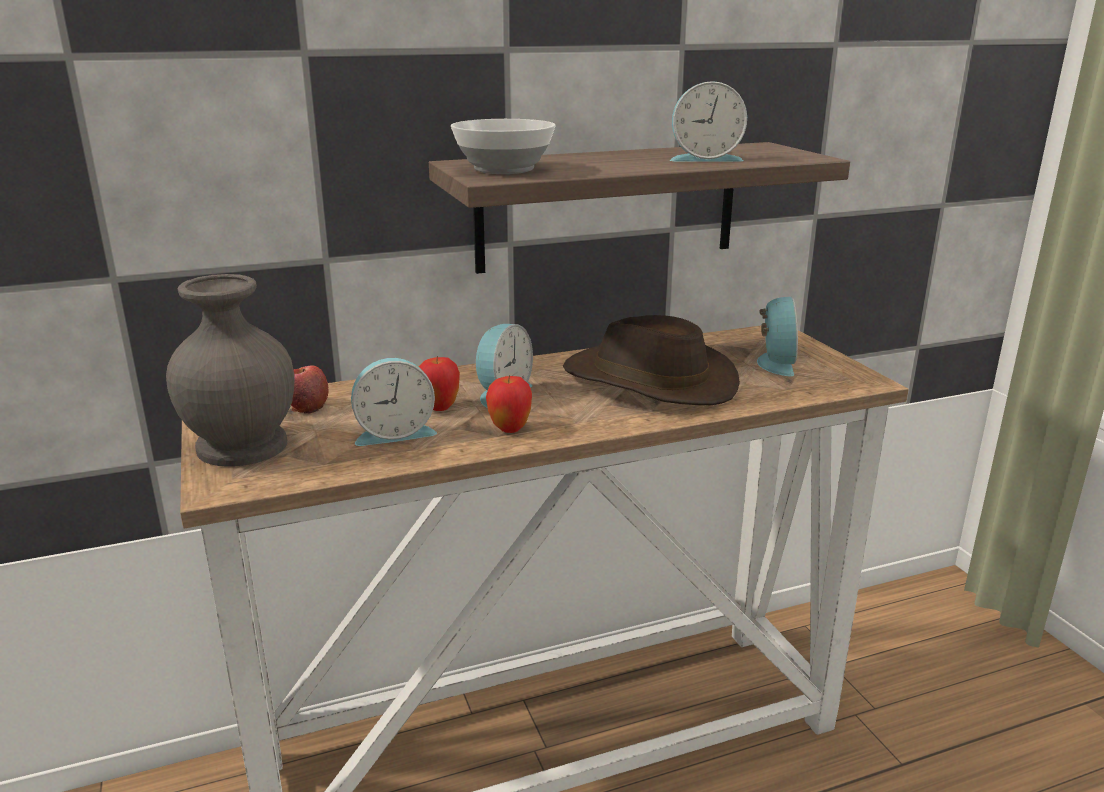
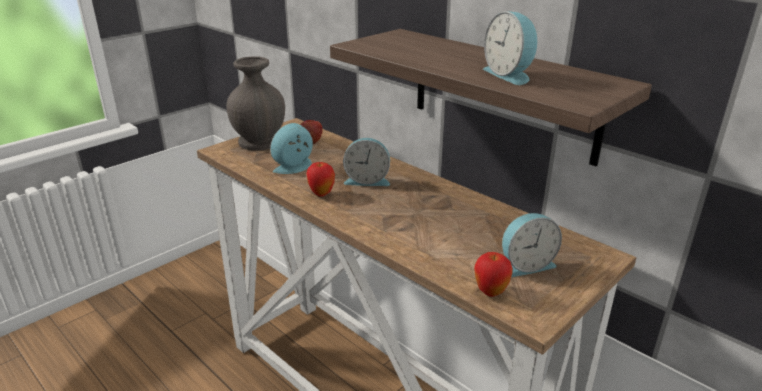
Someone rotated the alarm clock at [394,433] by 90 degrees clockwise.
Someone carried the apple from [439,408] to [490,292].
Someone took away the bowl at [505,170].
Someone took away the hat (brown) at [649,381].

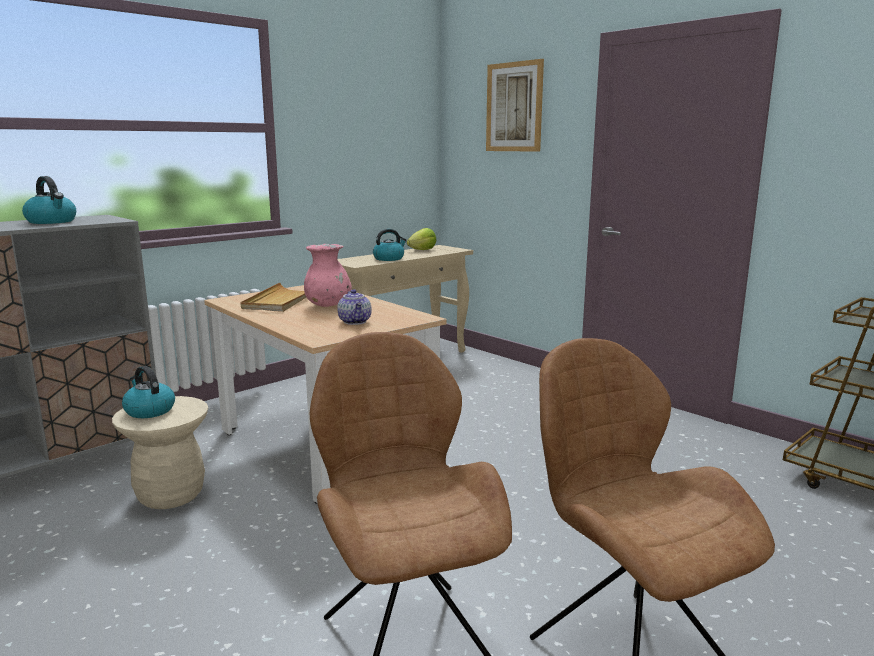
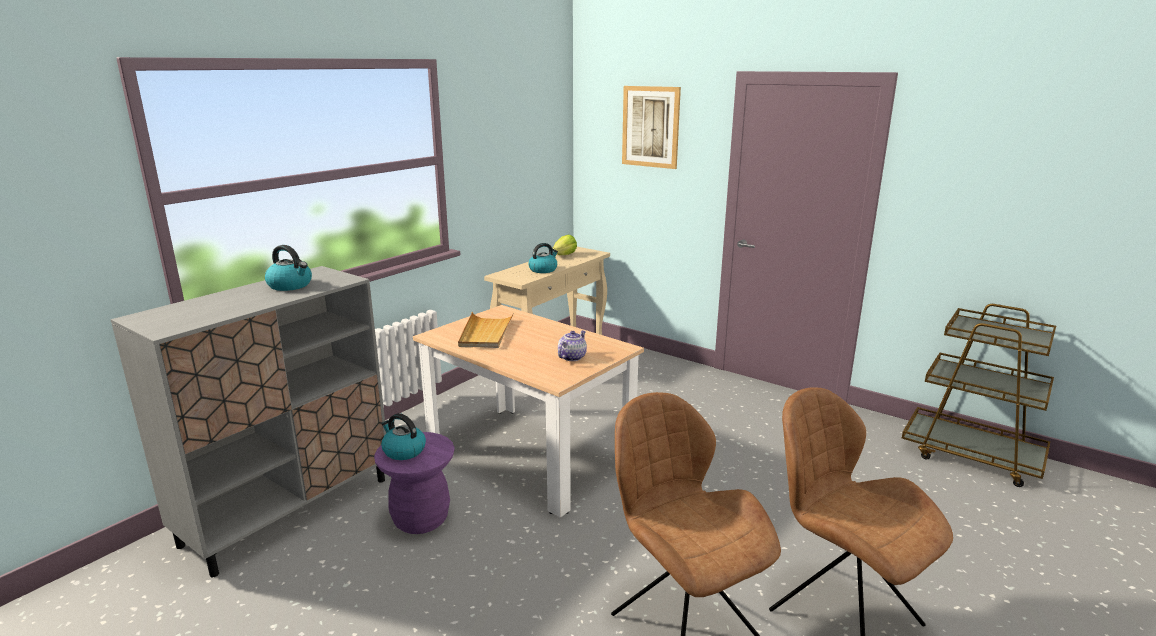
Someone repainted the stool (beige) at [171,495], which became the stool (purple) at [421,519].
Someone took away the vase (pink) at [328,305].
Someone rotated the teapot at [355,322] by 120 degrees counterclockwise.

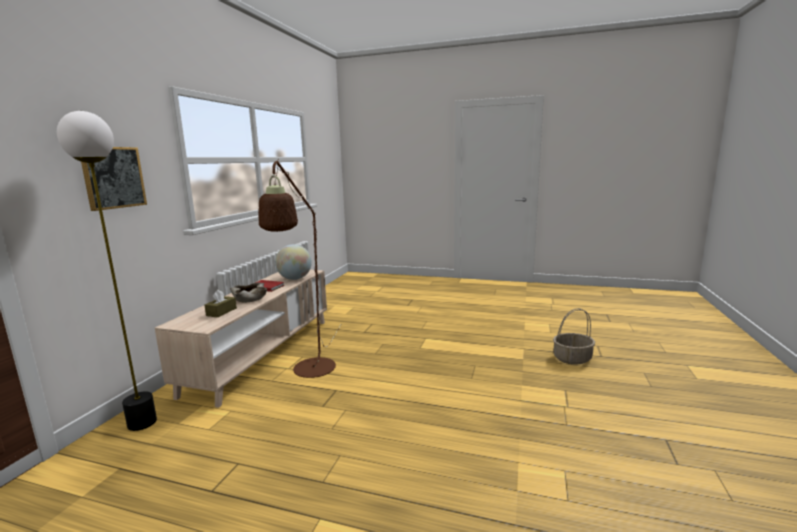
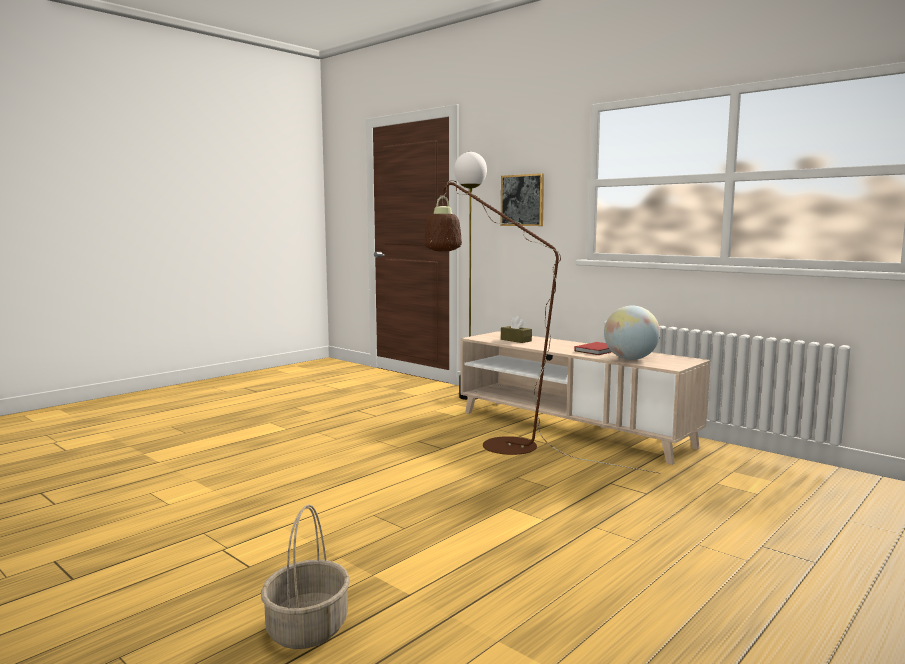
Someone took away the bowl (beige) at [249,298].

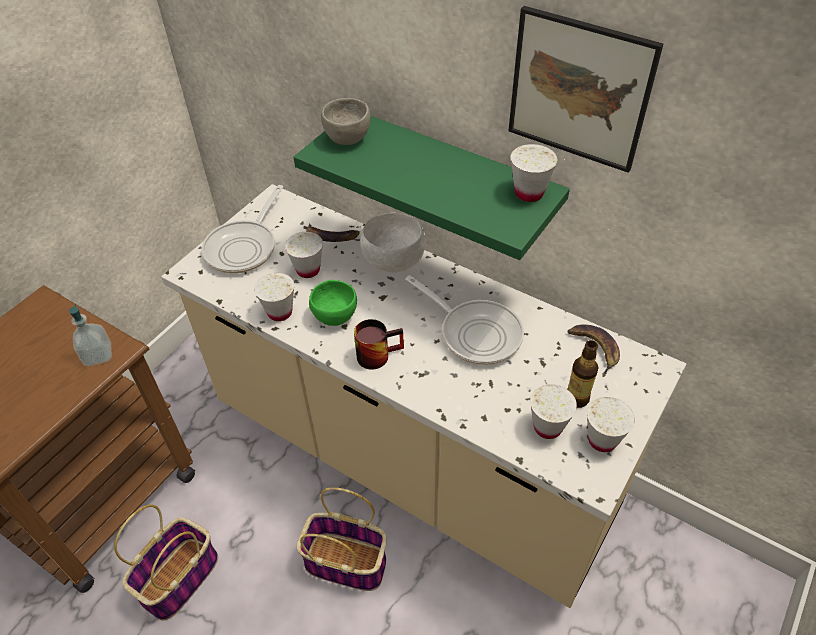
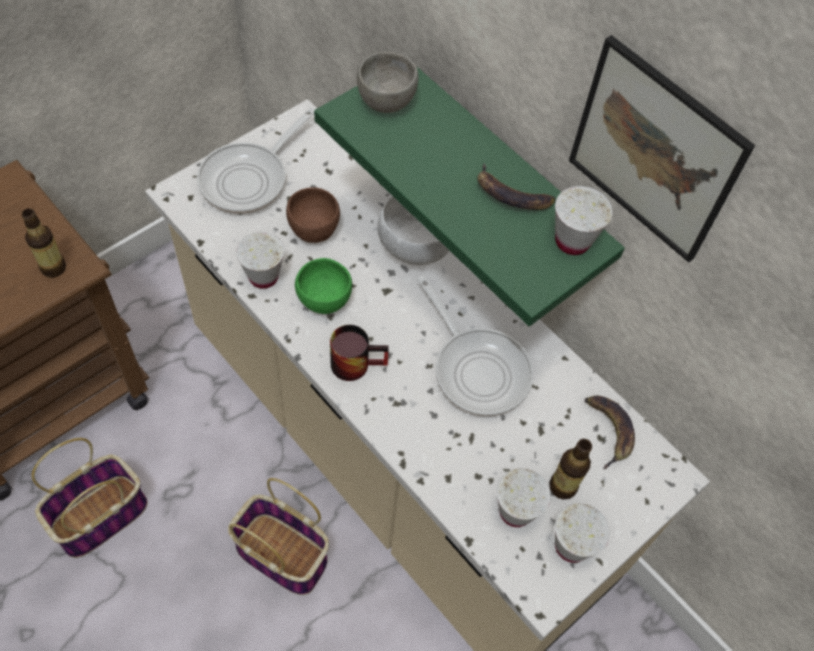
Someone swapped the soap dispenser at [98,355] for the bottle at [53,268].
Someone swapped the cup (white) at [308,270] for the bowl (brown) at [312,230].
Someone carried the banana from [330,237] to [510,195].

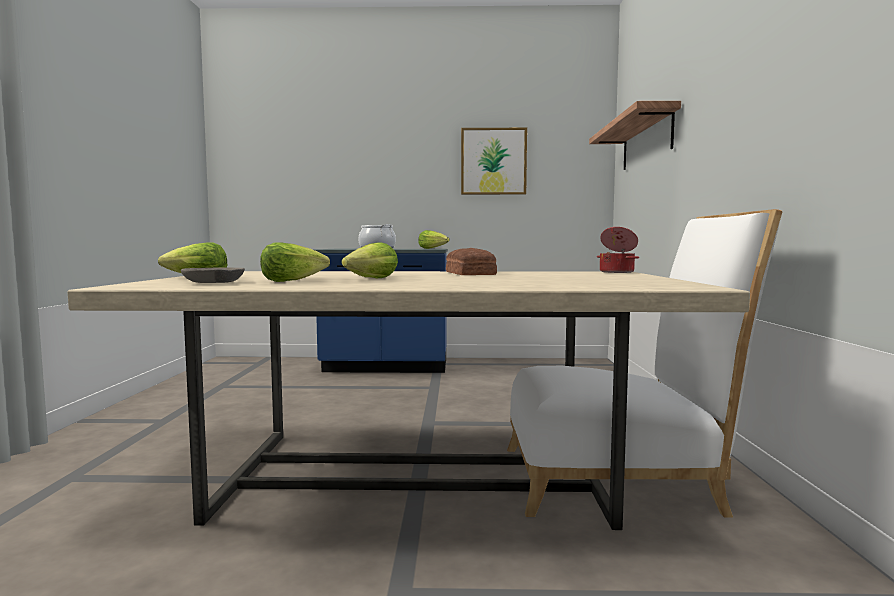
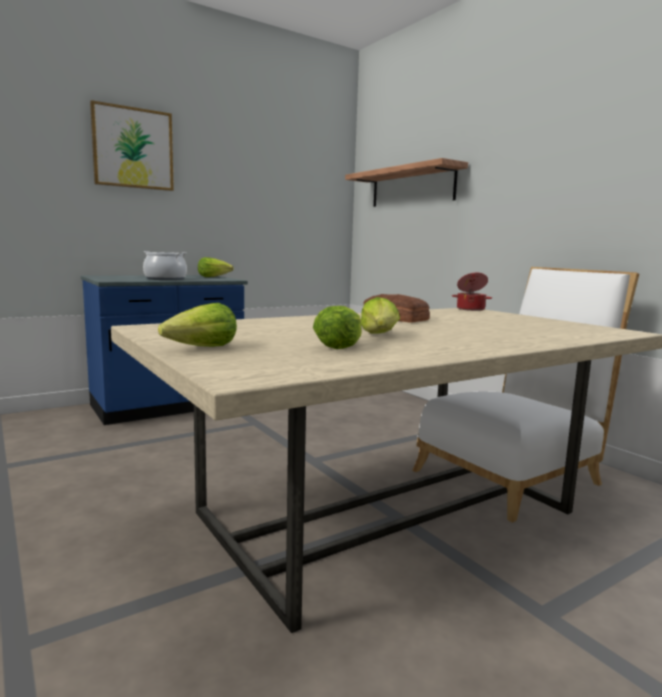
Someone took away the bowl (grey) at [214,282].
Someone carried the picture from [493,161] to [133,148].

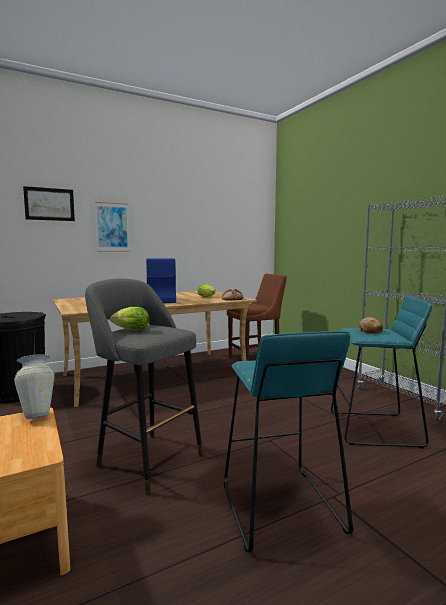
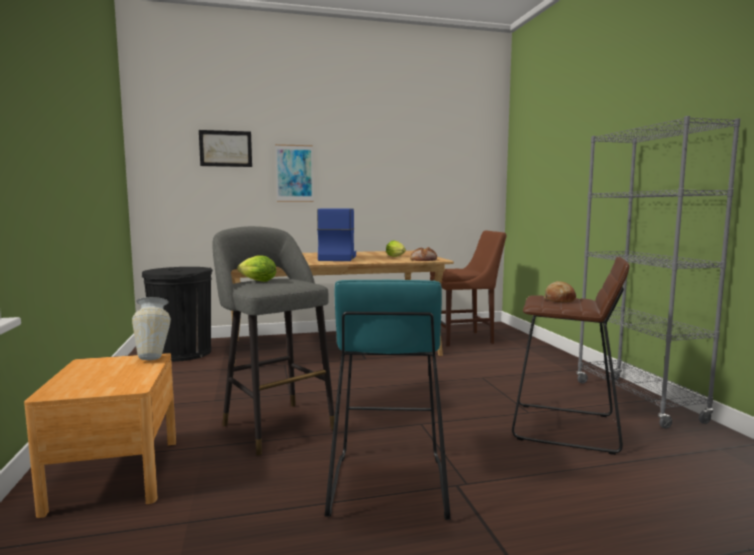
Someone repainted the stool (turquoise) at [375,429], which became the stool (brown) at [565,428].

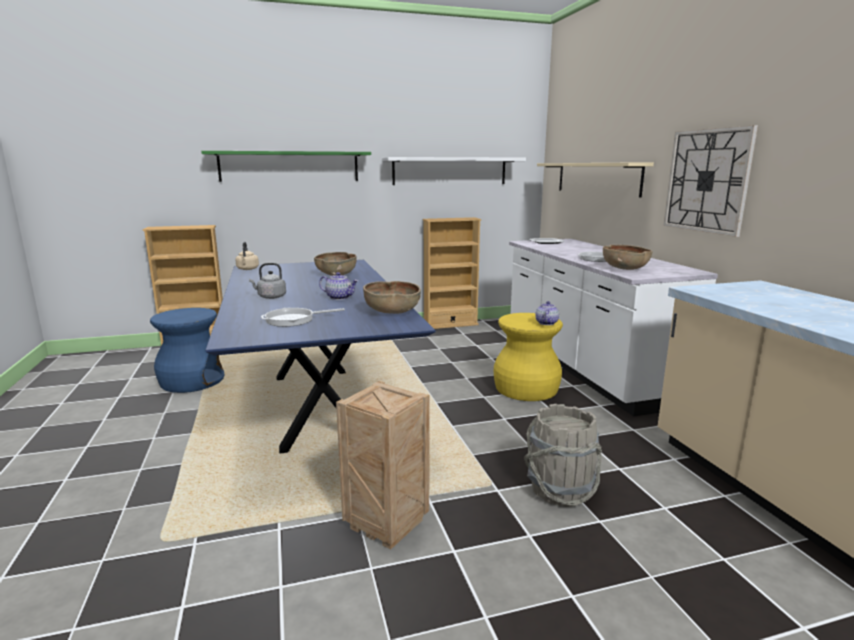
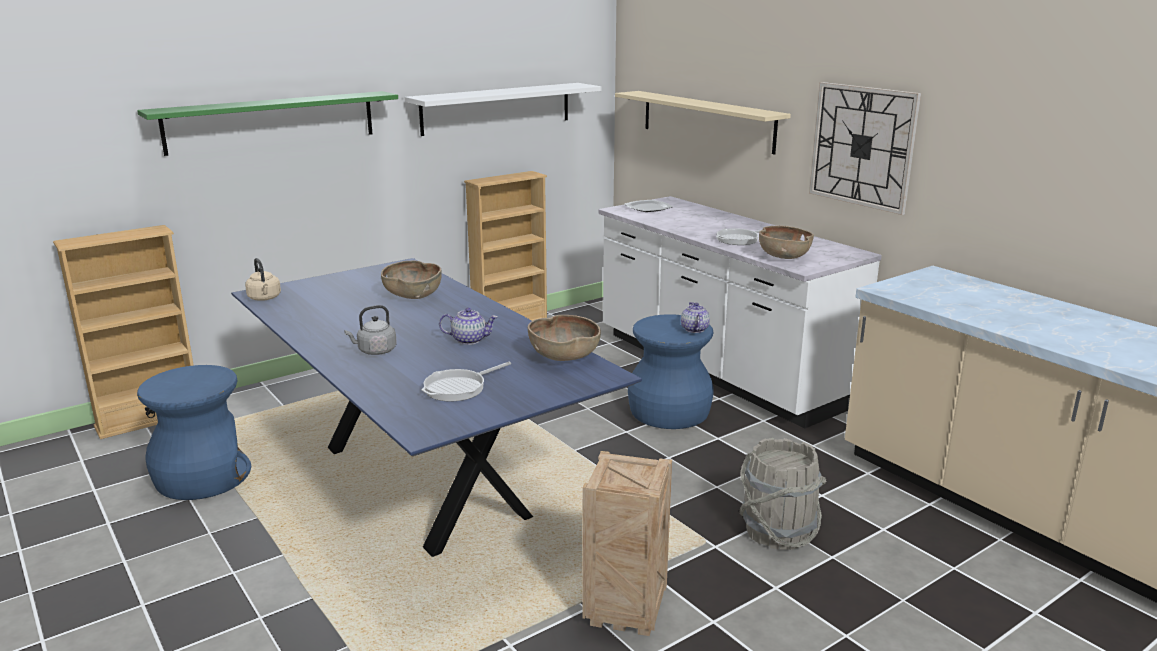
Someone repainted the stool (yellow) at [525,389], which became the stool (blue) at [669,413].

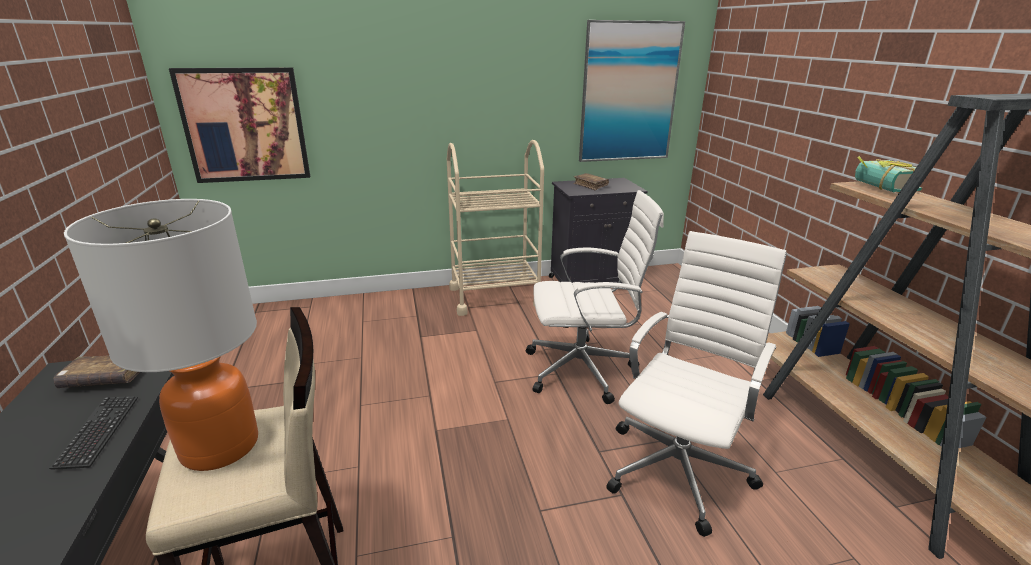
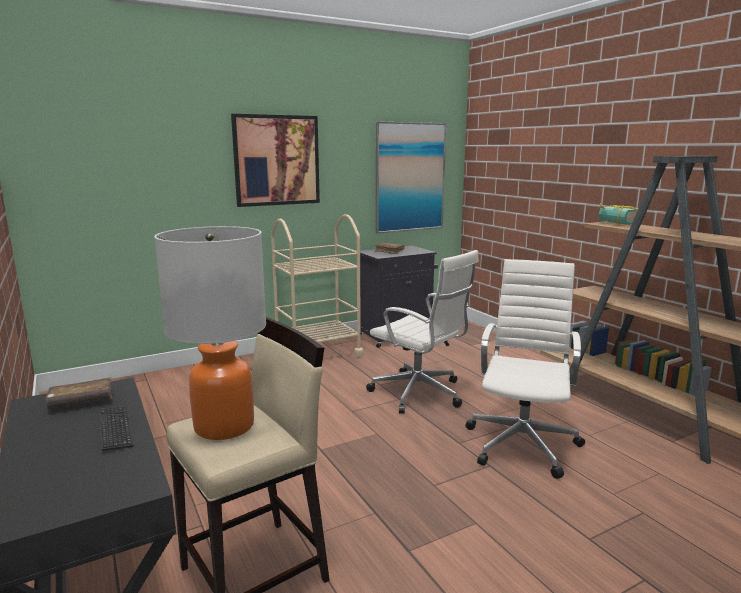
Someone carried the picture from [245,125] to [277,160].
Someone rotated the office chair (white) at [583,370] by 60 degrees clockwise.

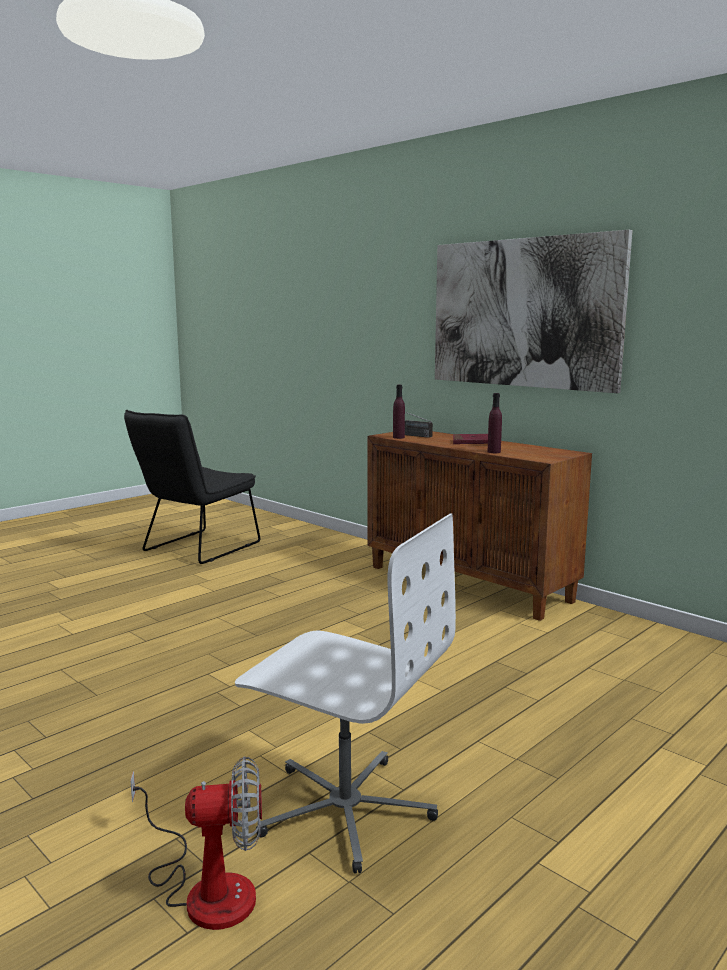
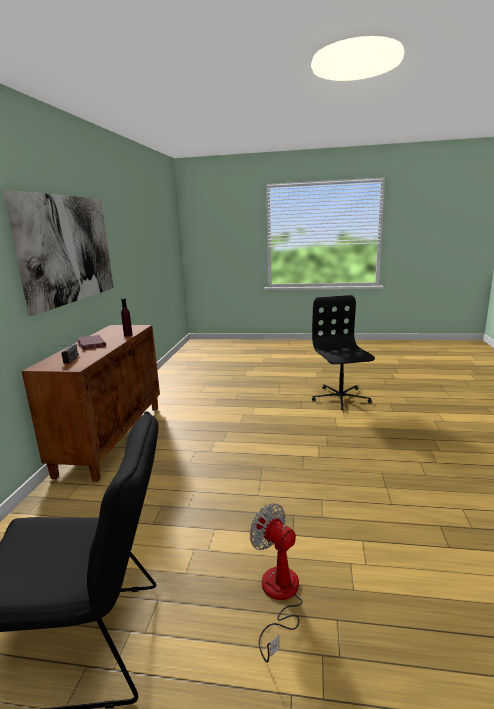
Someone carried the fan from [206,888] to [278,596].
Someone repainted the office chair (white) at [345,808], which became the office chair (black) at [340,398].
Someone took away the bottle (purple) at [398,437].

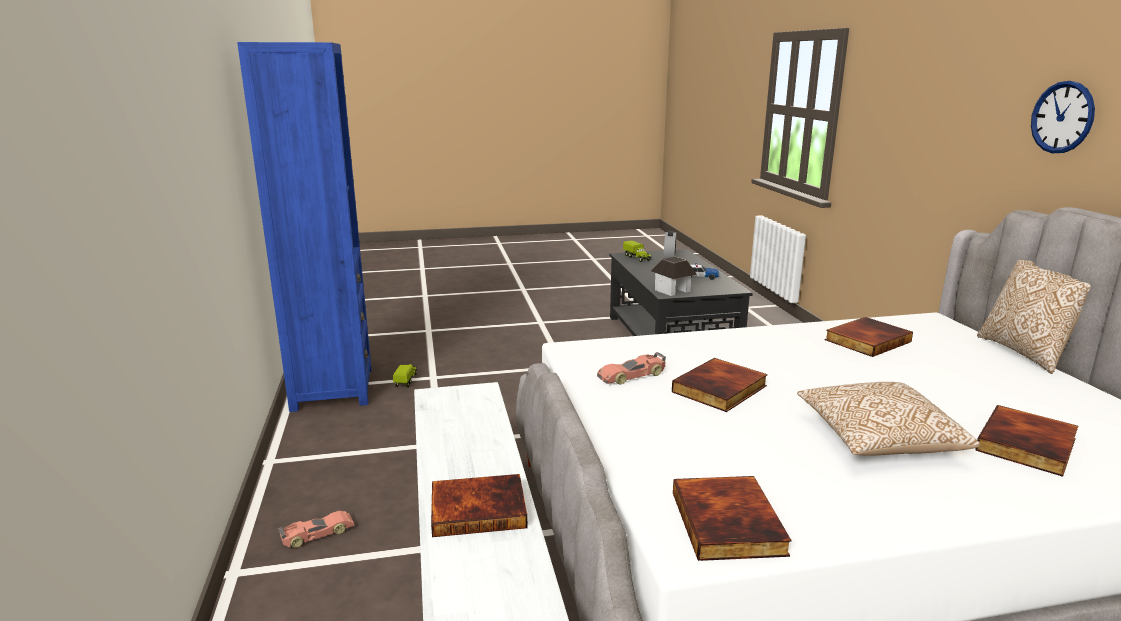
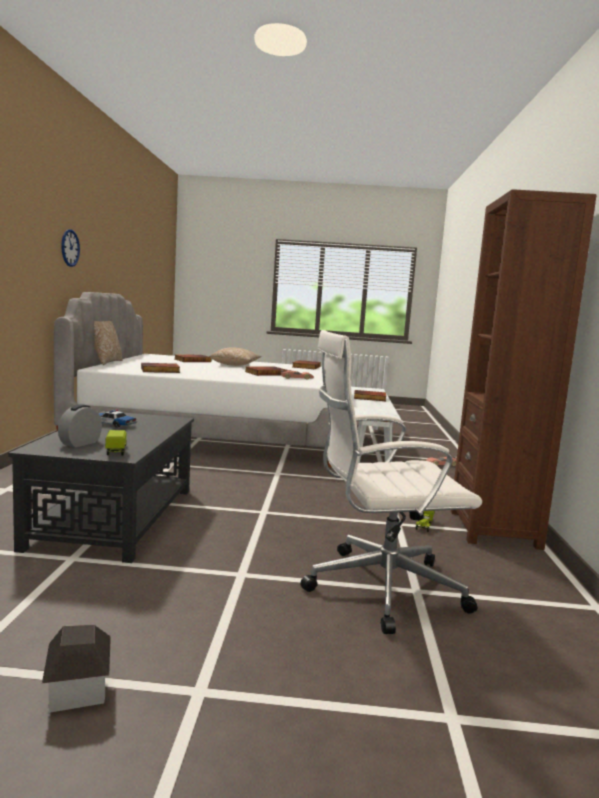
Someone repainted the bookcase (blue) at [332,389], which became the bookcase (brown) at [494,529].
Someone carried the toy house from [672,290] to [78,691].
Someone put down the office chair (white) at [379,587].

